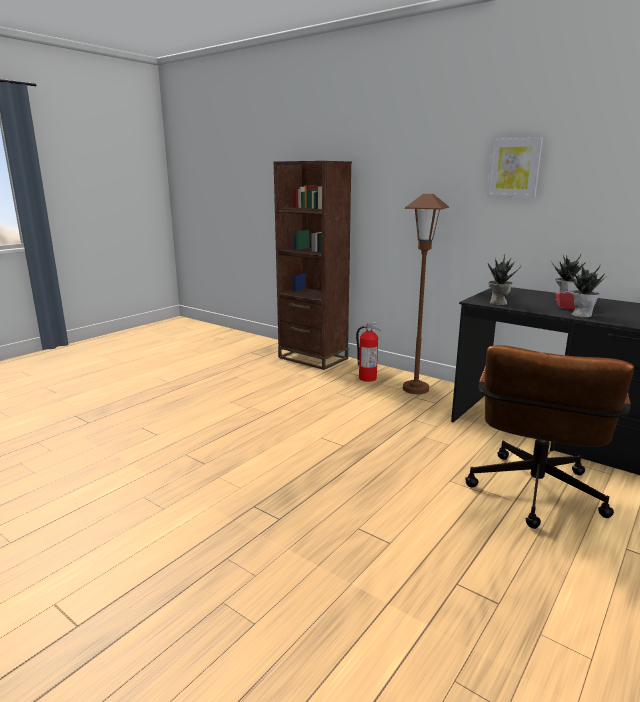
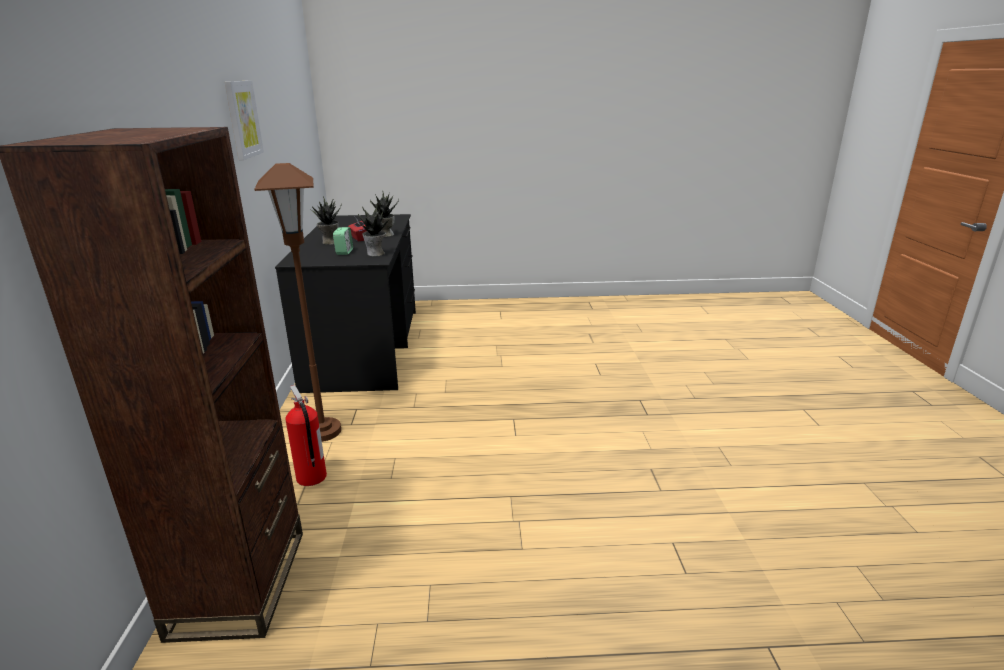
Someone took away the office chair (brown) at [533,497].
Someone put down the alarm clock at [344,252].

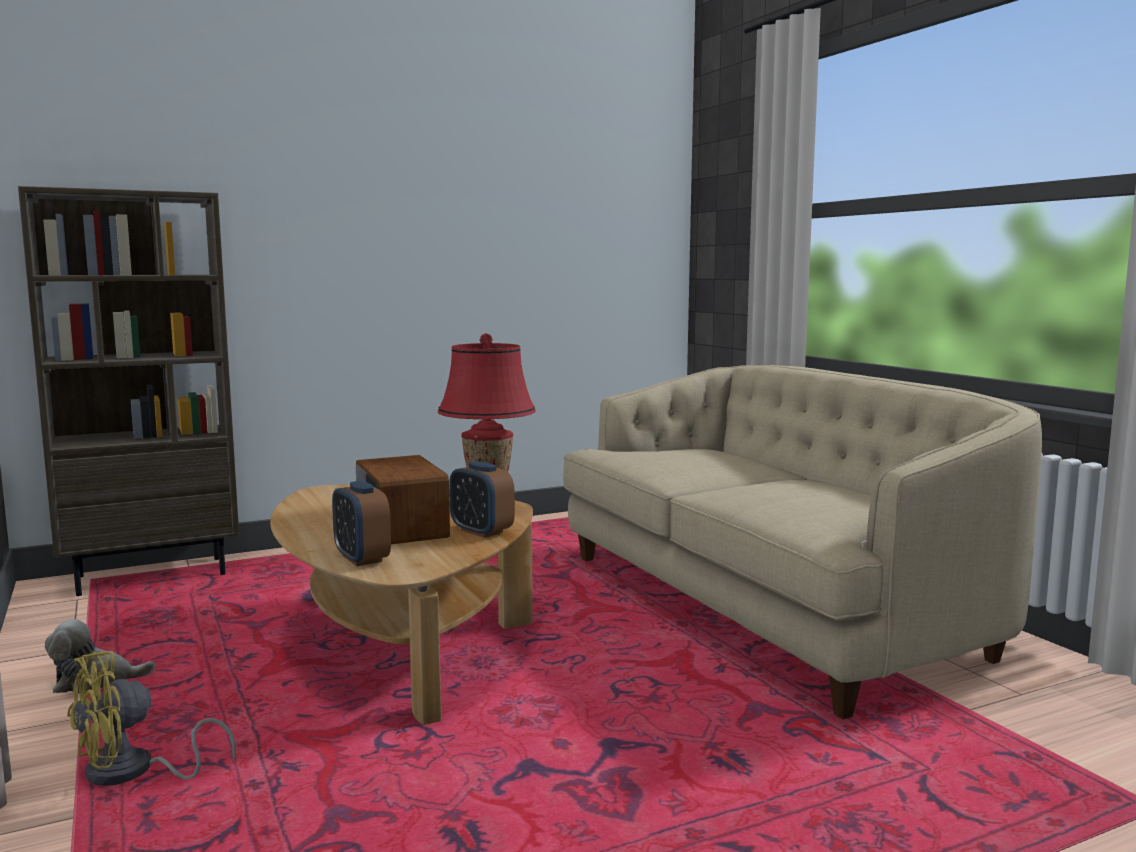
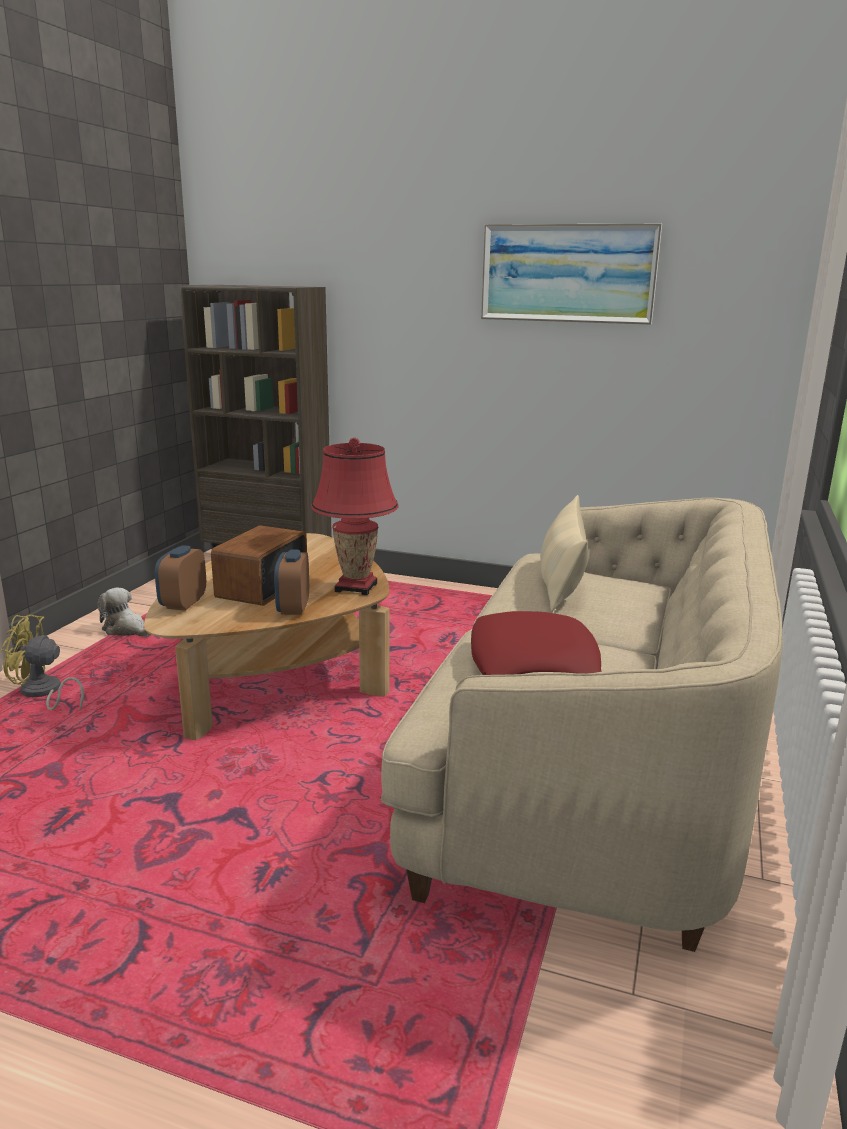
Someone put down the pillow (red) at [533,663].
Someone put up the picture at [567,273].
Someone put down the pillow (beige) at [561,582].

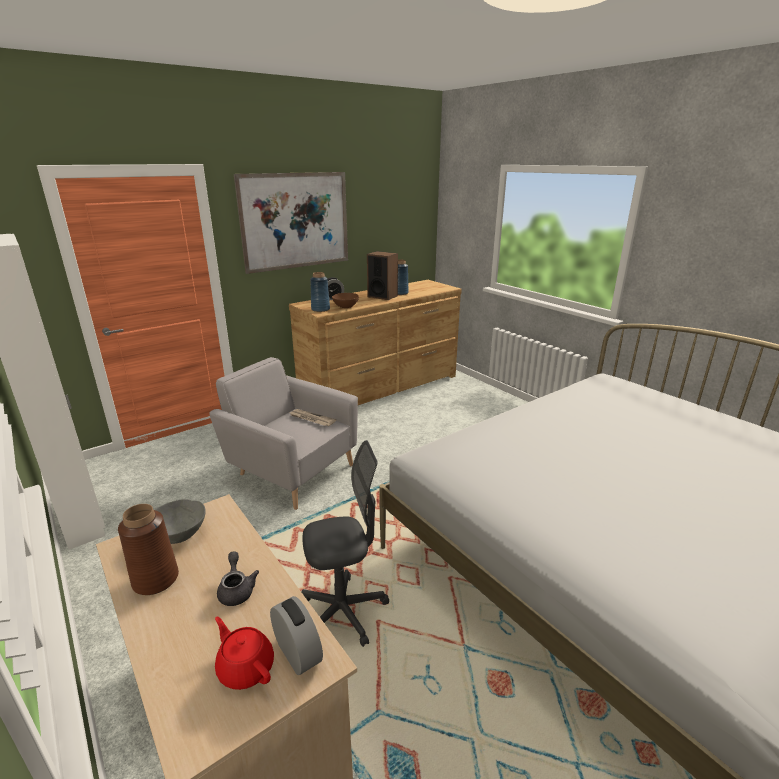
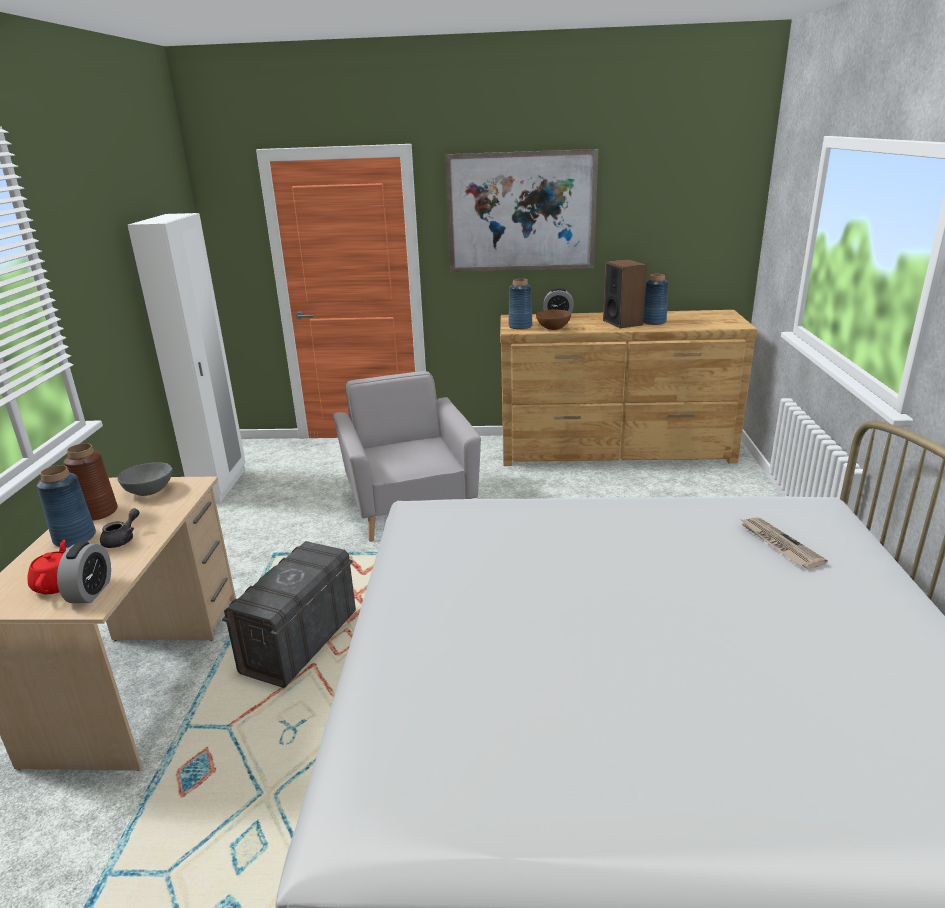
Someone carried the newspaper from [311,419] to [779,544].
Someone swapped the office chair (grey) at [343,612] for the storage box (grey) at [299,642].
Someone put down the vase (blue) at [75,538].

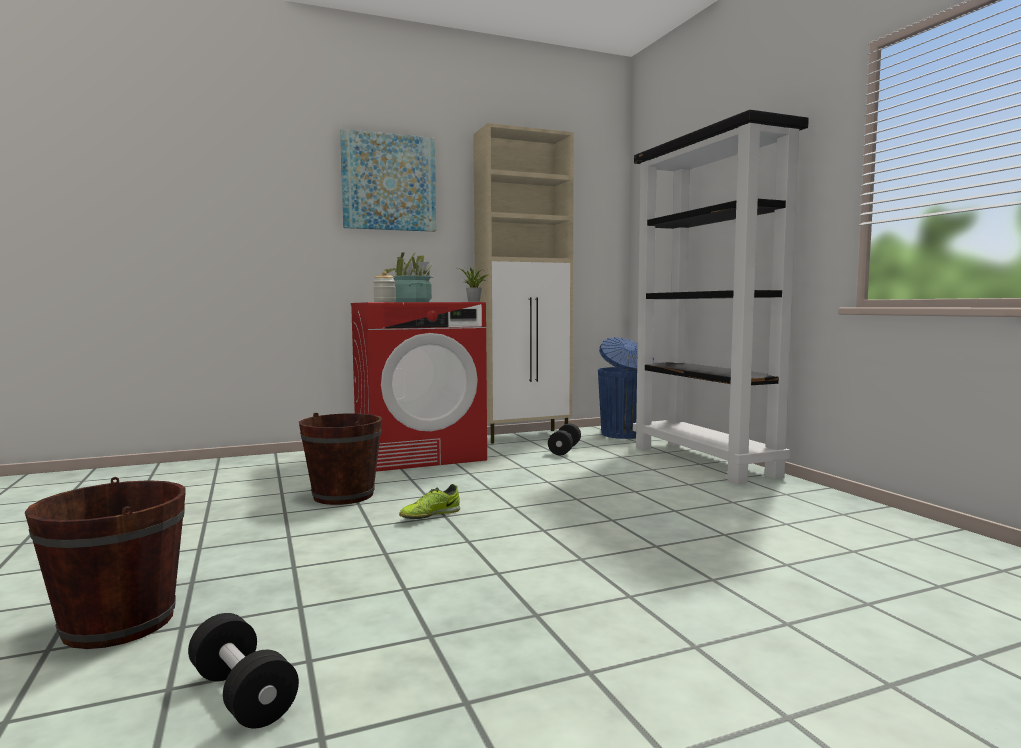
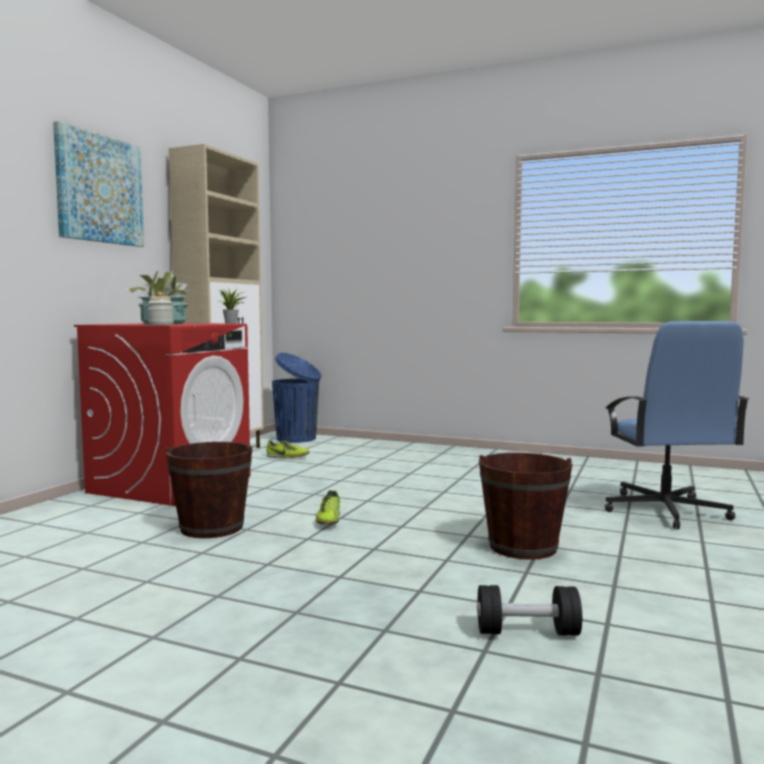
Someone carried the bucket (brown) from [118,623] to [523,547].
Someone swapped the dumbbell (black) at [564,450] for the shoe at [287,457].
Someone took away the bookcase (black) at [704,461].
Someone put down the office chair (blue) at [665,511].

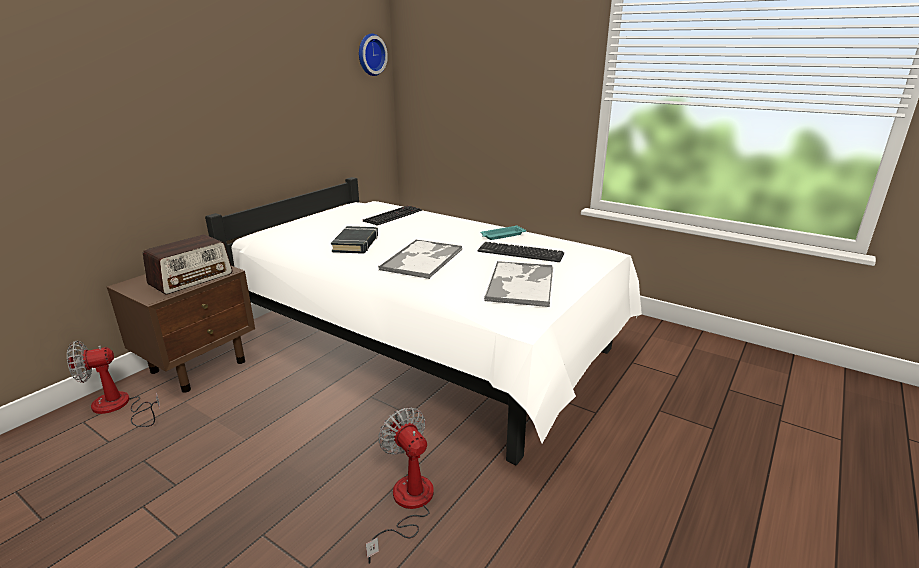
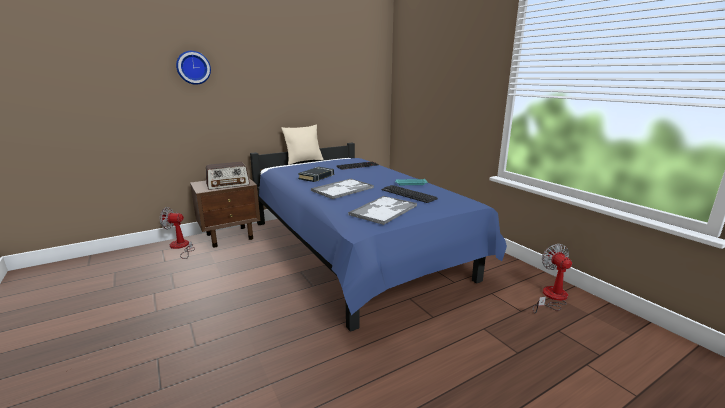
Someone repainted the bed (white) at [426,345], which became the bed (blue) at [356,251].
Someone carried the wall clock from [370,55] to [193,67].
Someone carried the fan from [407,505] to [552,298].
Someone put down the pillow (beige) at [304,161].

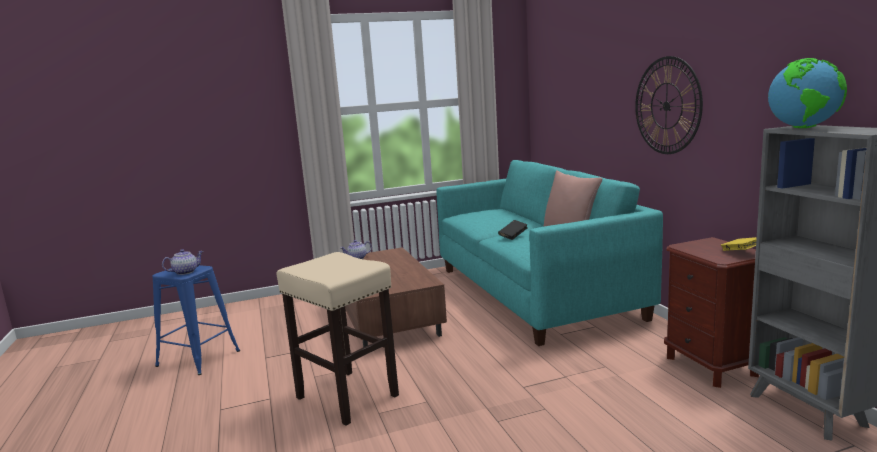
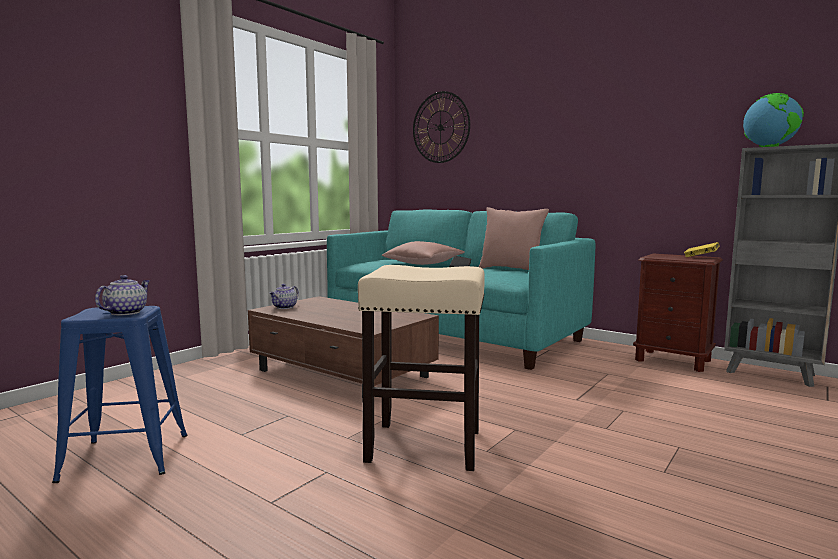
Someone carried the wall clock from [666,106] to [440,127].
Someone put down the pillow (pink) at [424,264].

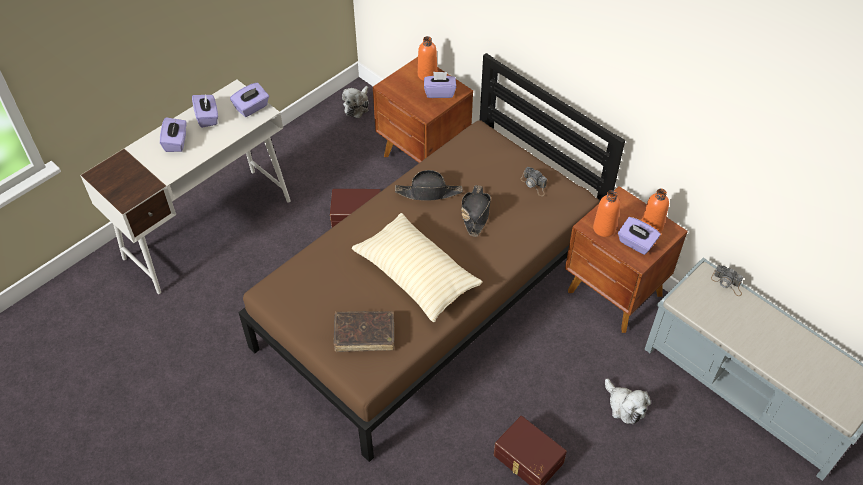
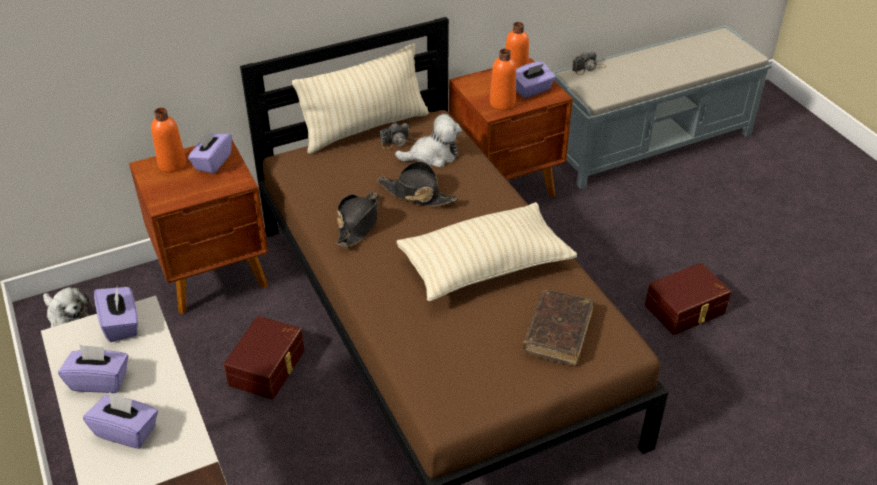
Someone carried the plush toy from [624,406] to [432,155].
Someone put down the pillow (beige) at [365,128].

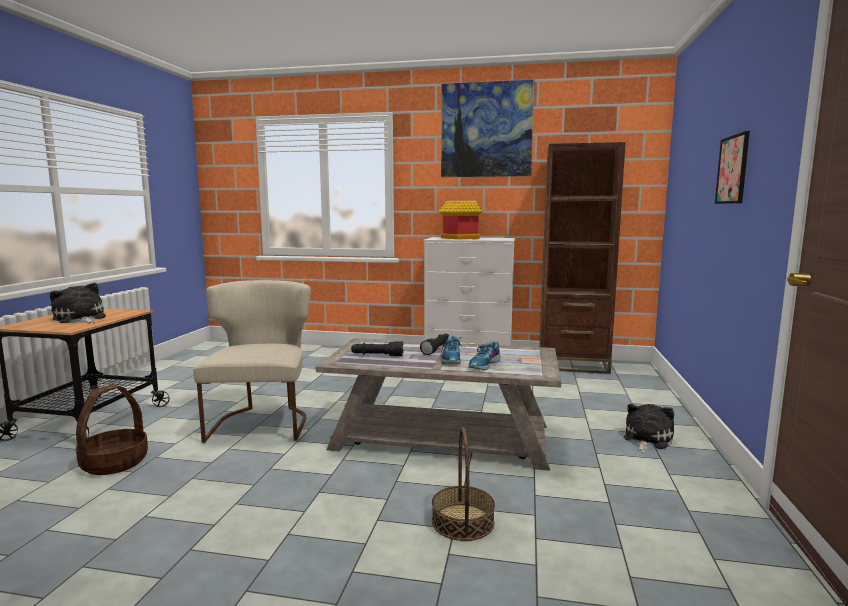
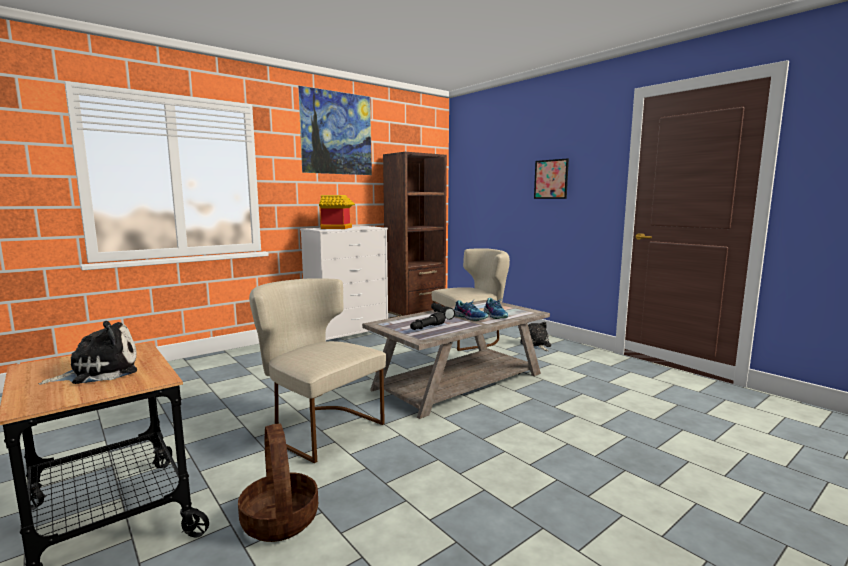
Someone rotated the plush toy at [80,319] by 150 degrees clockwise.
Someone took away the basket at [463,522].
Someone put down the chair (beige) at [471,339].

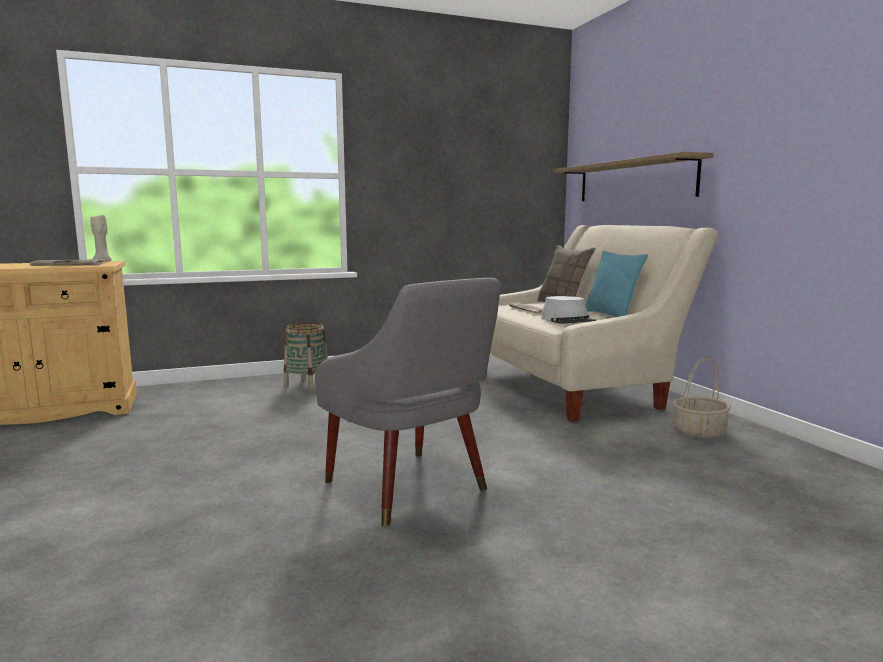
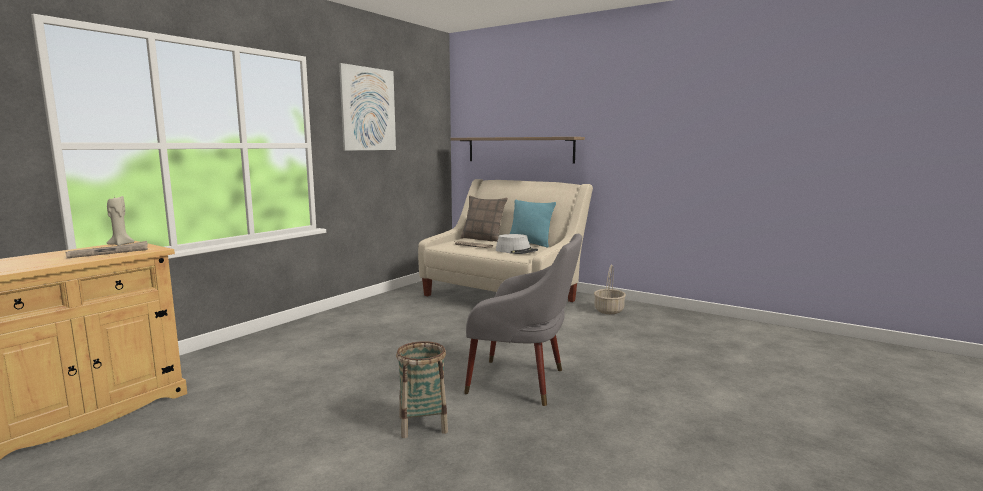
Someone carried the basket from [307,384] to [422,424].
Someone put up the picture at [368,109].

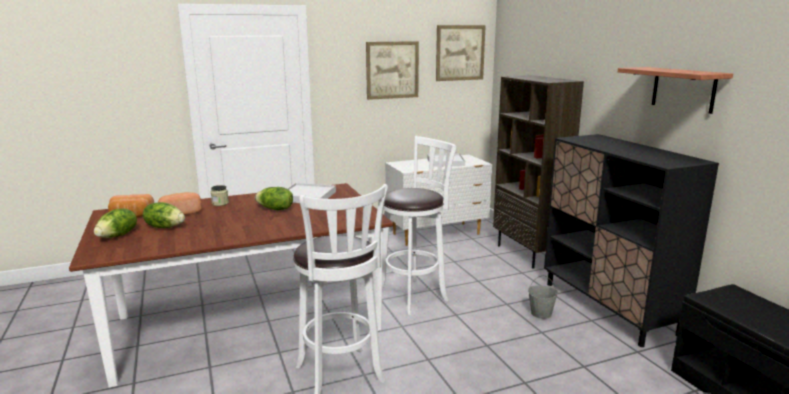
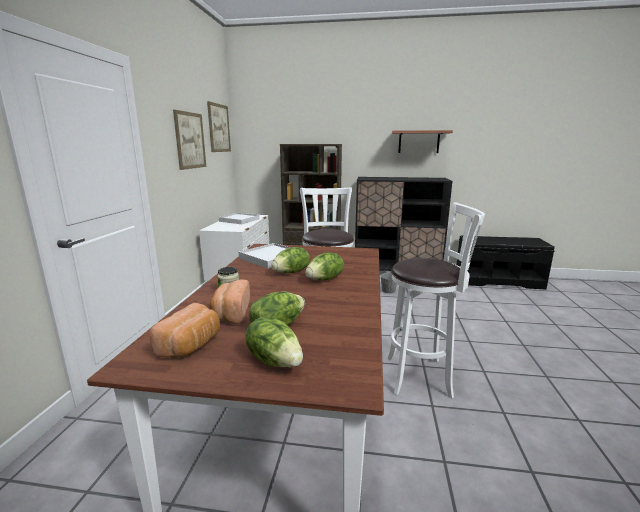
Someone put down the lettuce at [325,279].

